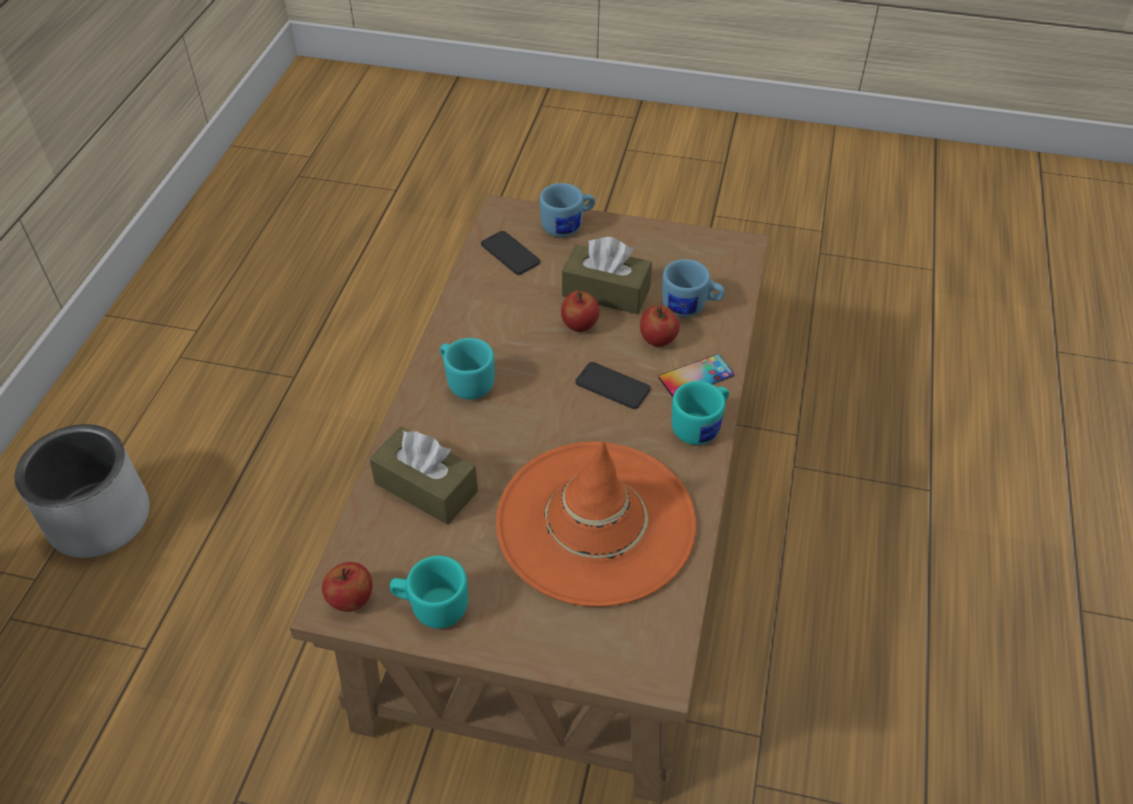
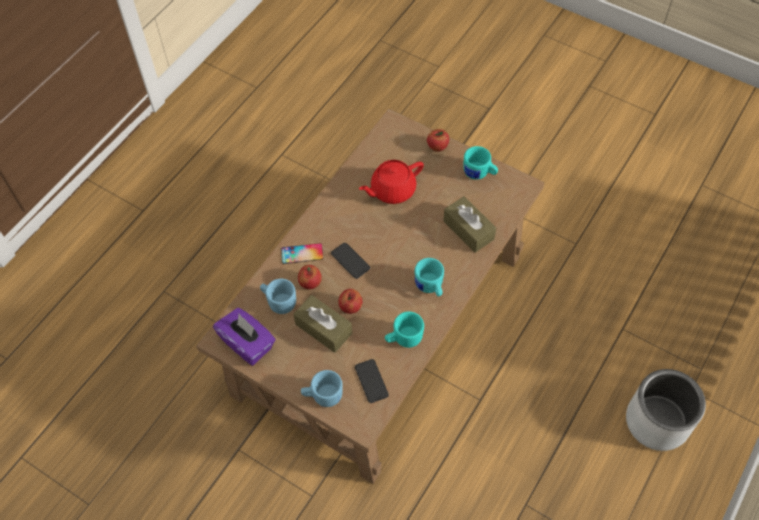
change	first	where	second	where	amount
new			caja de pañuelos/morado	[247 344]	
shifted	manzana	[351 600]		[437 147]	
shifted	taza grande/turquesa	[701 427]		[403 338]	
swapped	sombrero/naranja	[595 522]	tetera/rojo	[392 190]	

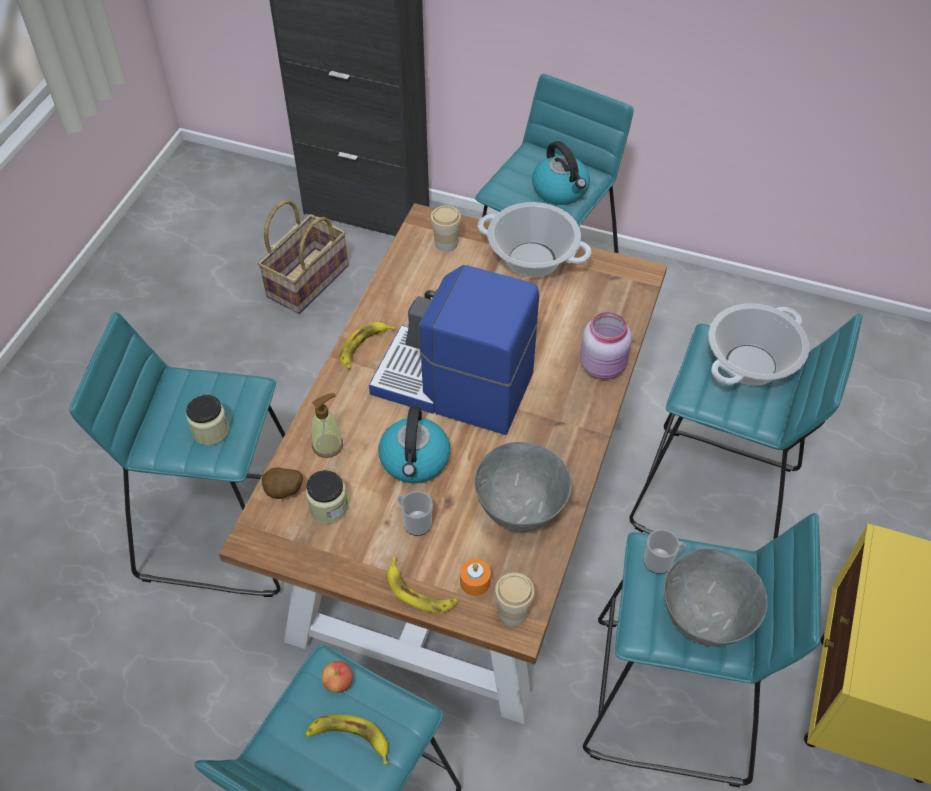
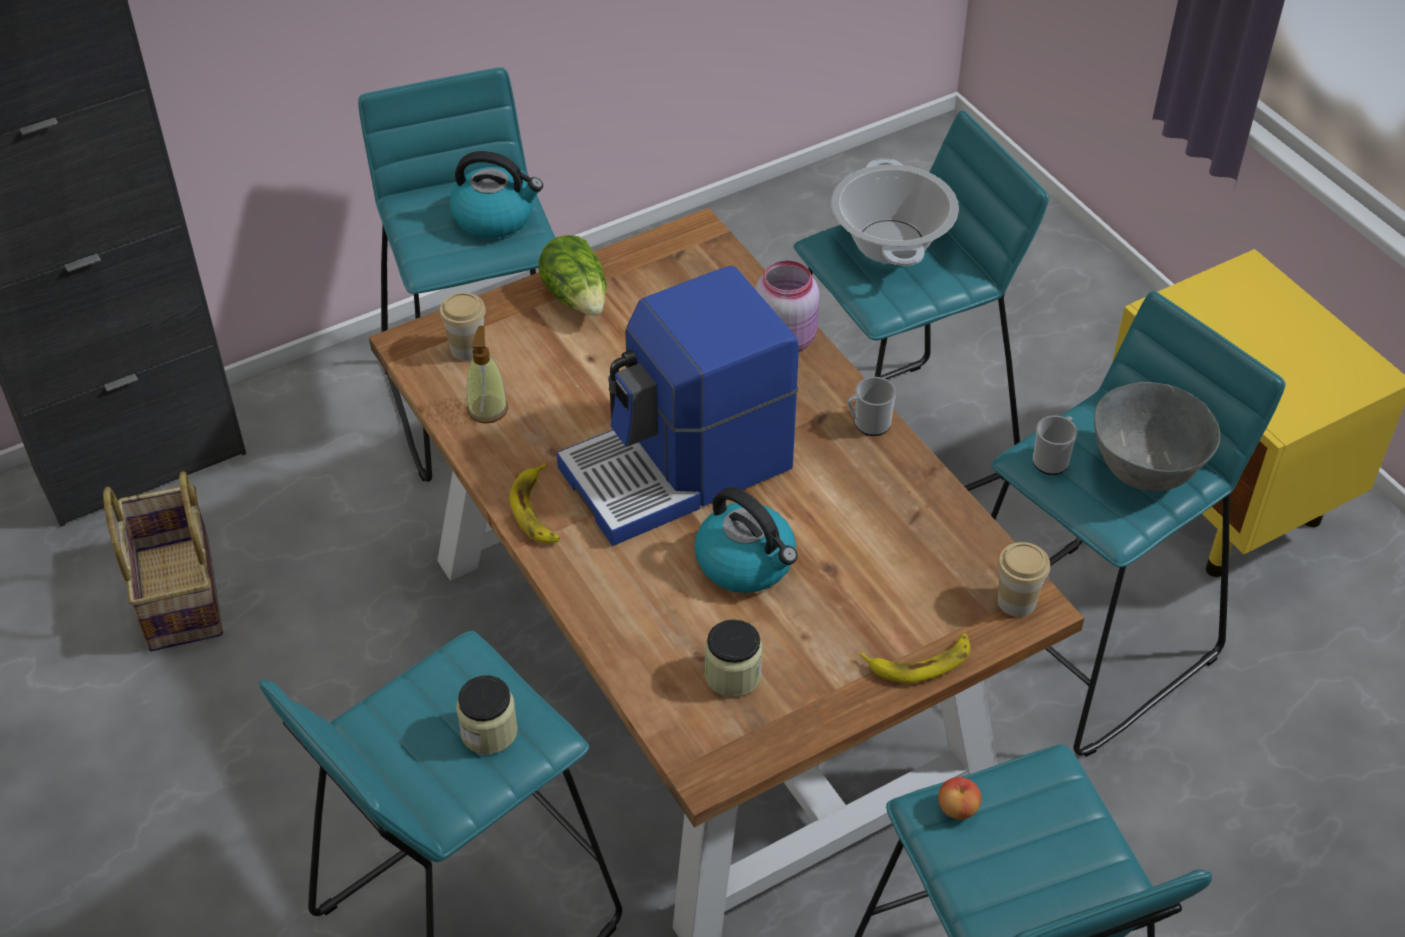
change	first	where	second	where	amount
gone	patata	[284 492]			
gone	plátano	[349 739]			
gone	vela/naranja	[475 582]			
gone	cuenco/gris	[521 510]			
shifted	dispensador de jabón	[328 445]		[487 409]	
shifted	taza grande	[415 522]		[868 424]	
swapped	olla	[532 259]	lechuga	[577 297]	

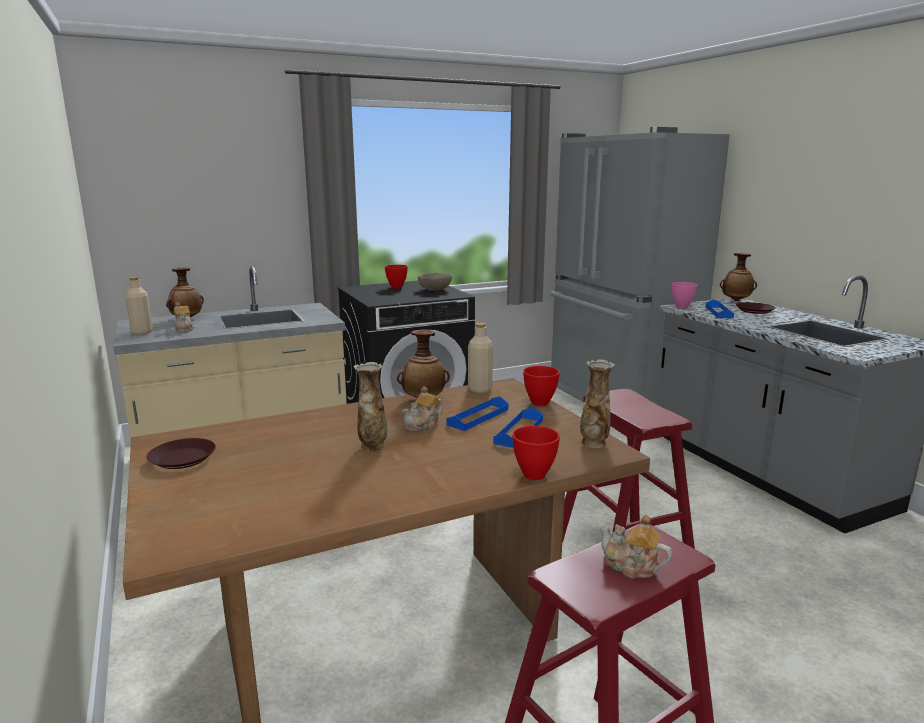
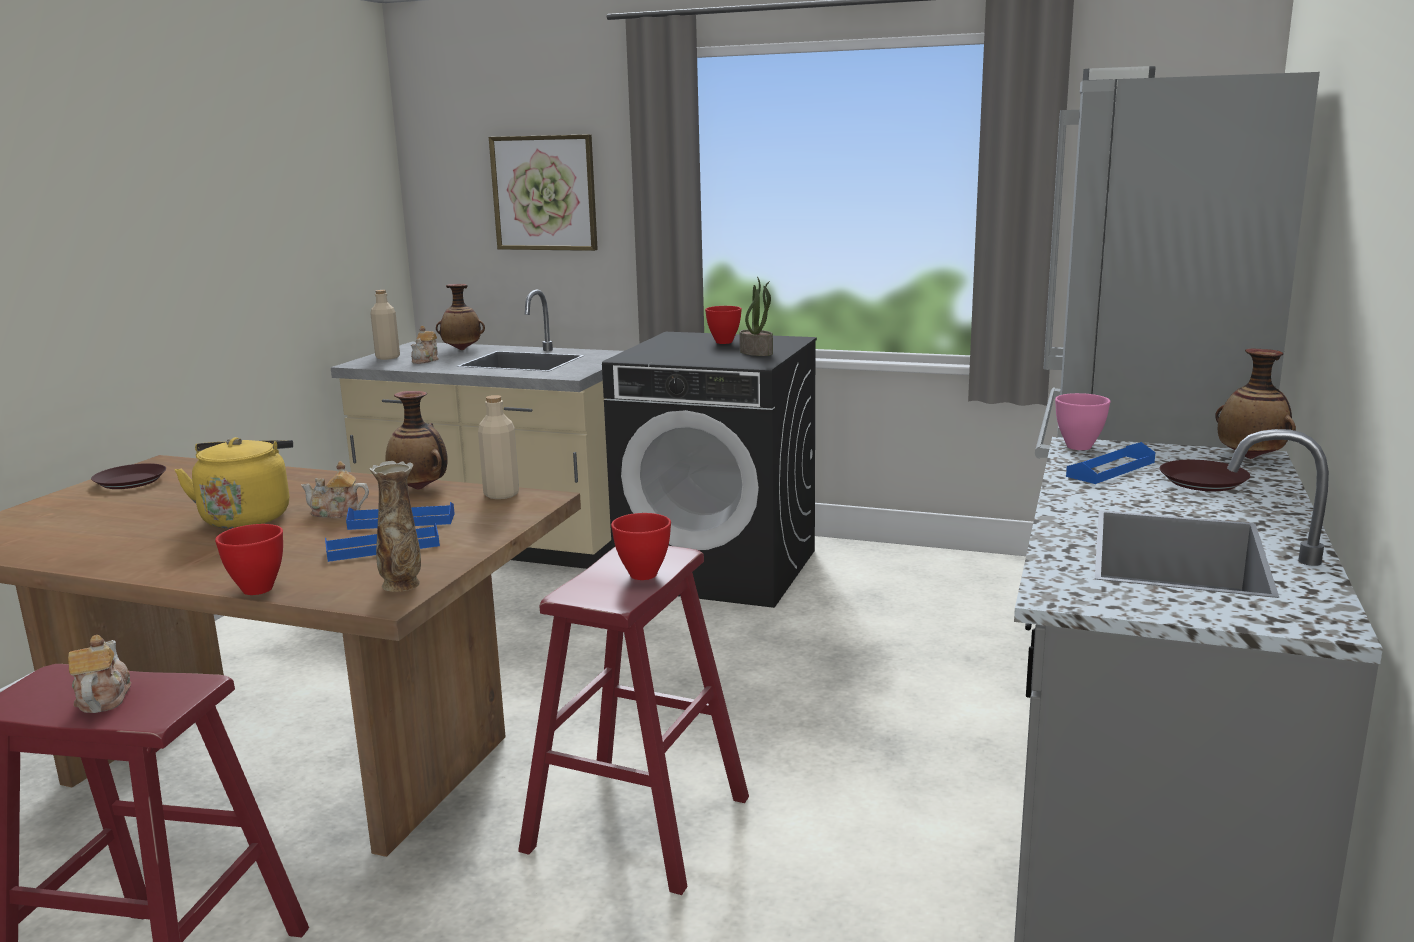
change	first	where	second	where	amount
new			cuadro	[544 193]	
shifted	cuenco/rojo	[540 403]		[642 575]	
swapped	florero	[372 446]	hervidor/amarillo	[247 517]	
swapped	cuenco/beis	[435 290]	planta en maceta	[757 352]	

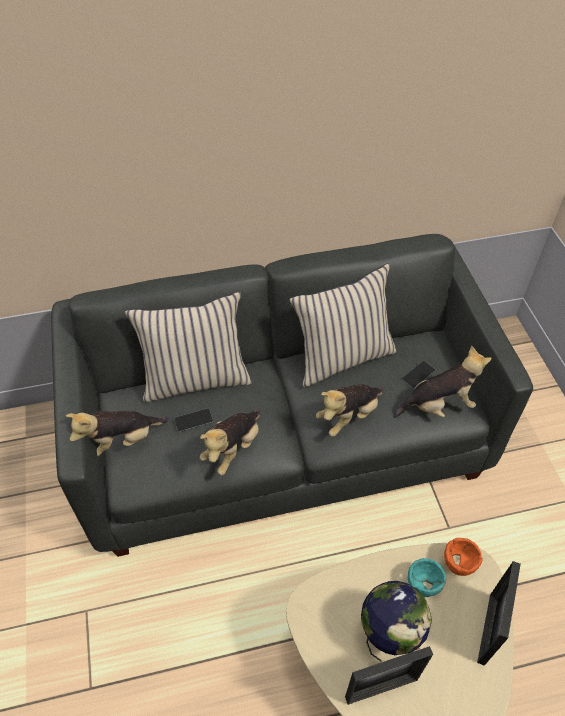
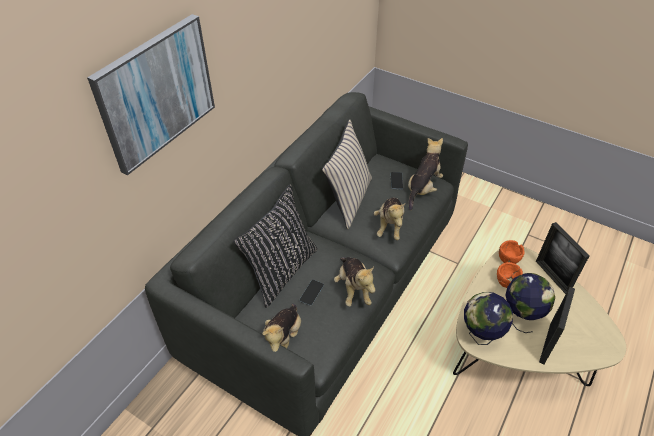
change	first	where	second	where	amount
new			cuadro	[156 93]	
new			globo terráqueo	[480 335]	
repainted	cojín/beis	[196 379]	cojín/negro	[281 271]	
repainted	cuenco/turquesa	[423 584]	cuenco/naranja	[506 281]	

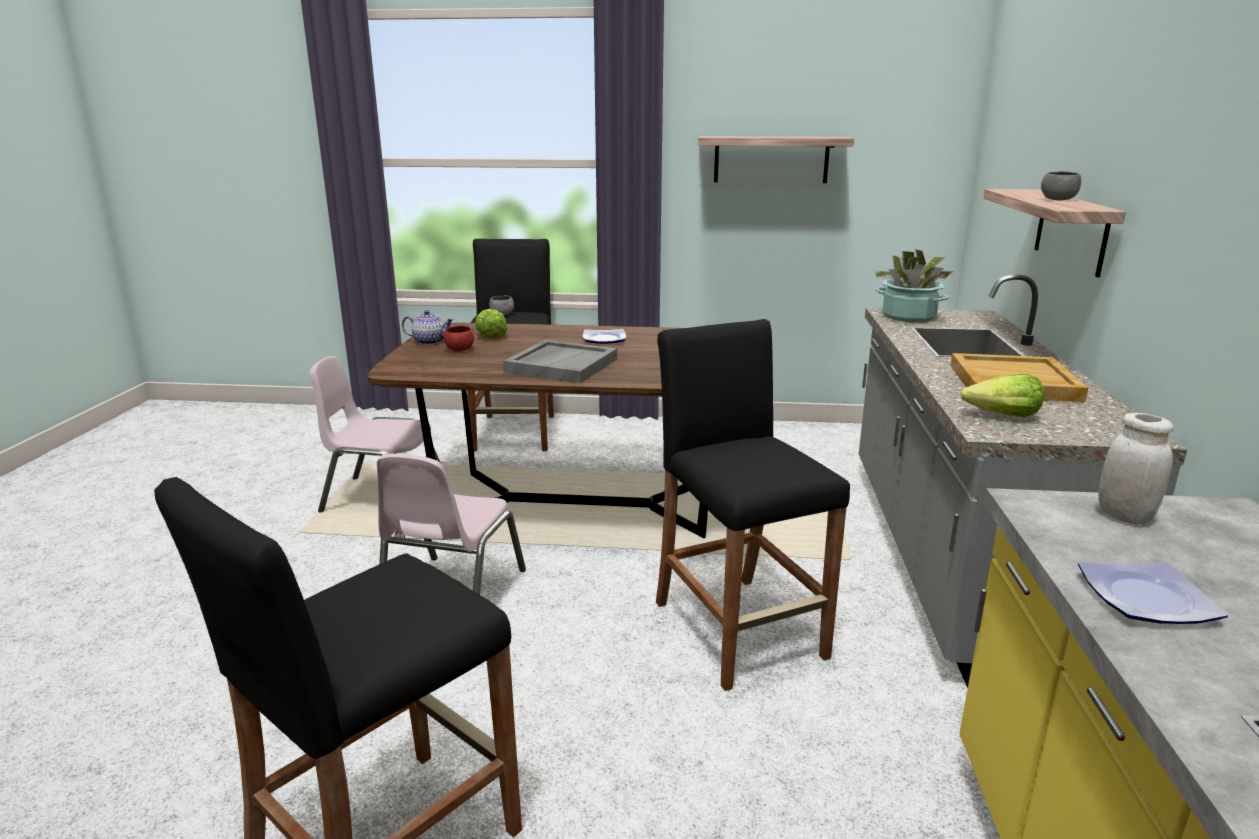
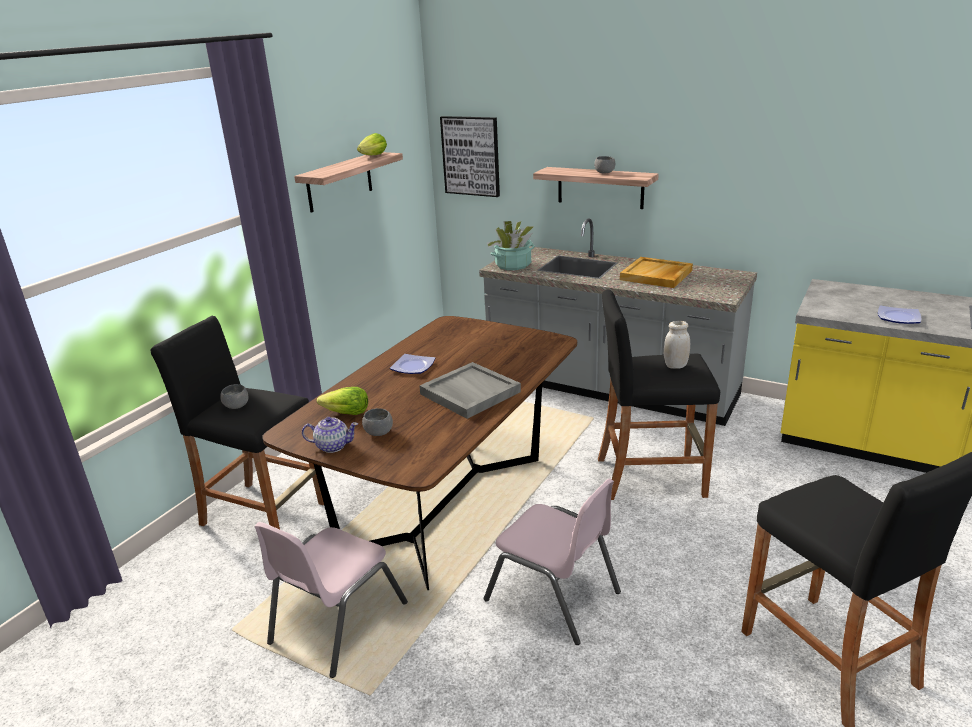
change	first	where	second	where	amount
new			cuadro	[471 156]	
shifted	lechuga	[1002 416]		[373 156]	
shifted	tarro/blanco	[1124 516]		[675 366]	
repainted	cuenco/rojo	[459 350]	cuenco/gris	[378 433]	
rotated	tetera	[429 341]		[332 446]	60 degrees clockwise

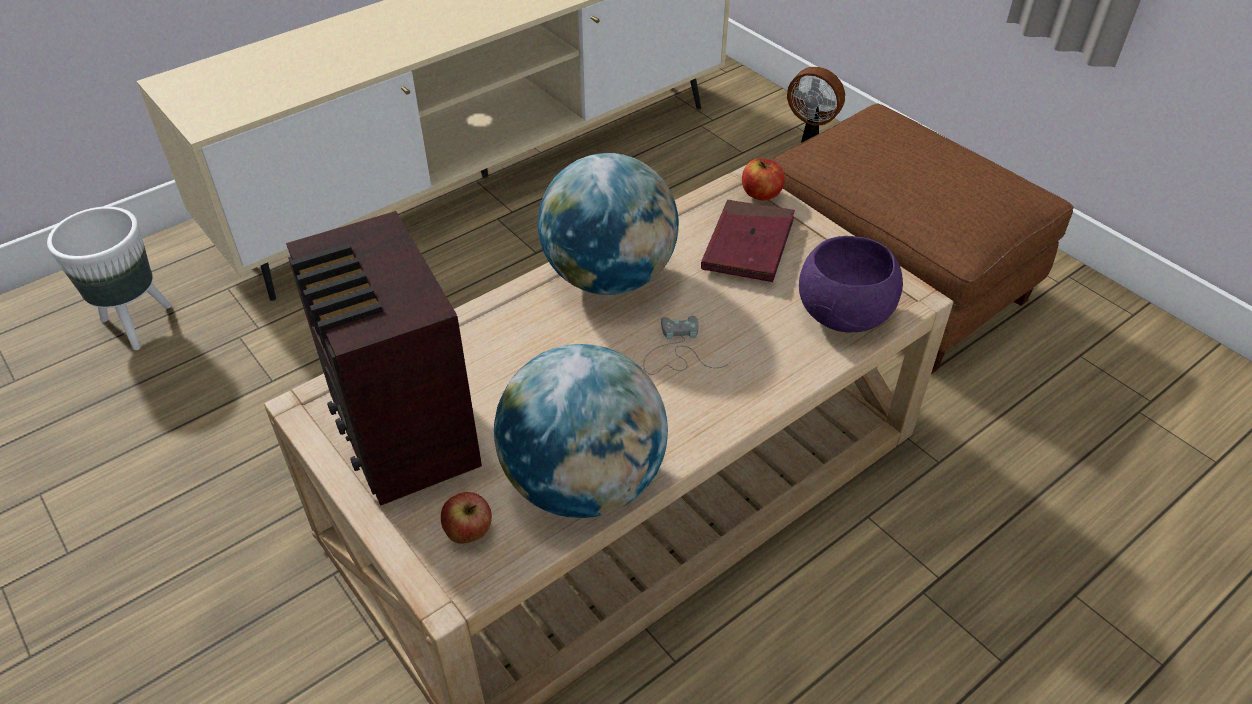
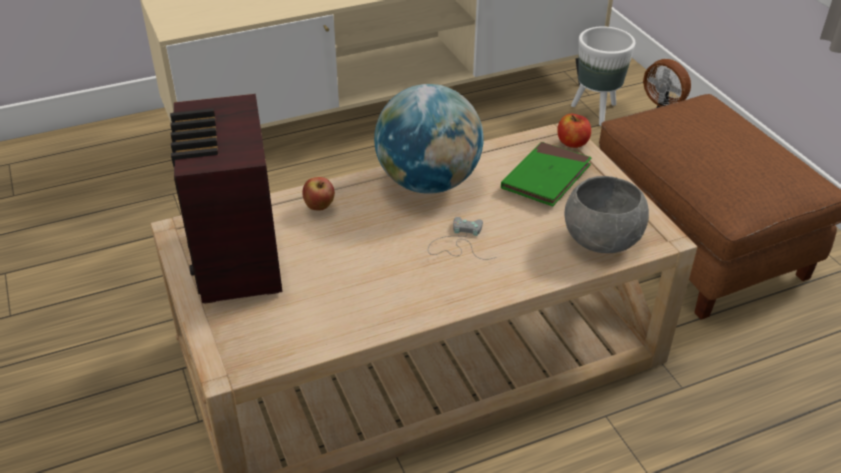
change	first	where	second	where	amount
gone	globo terráqueo	[583 483]			
shifted	maceta/blanco	[136 324]		[595 111]	
shifted	manzana	[469 534]		[319 207]	
repainted	libro/rojo	[748 245]	libro/verde	[546 177]	
repainted	cuenco/morado	[845 313]	cuenco/gris	[602 239]	

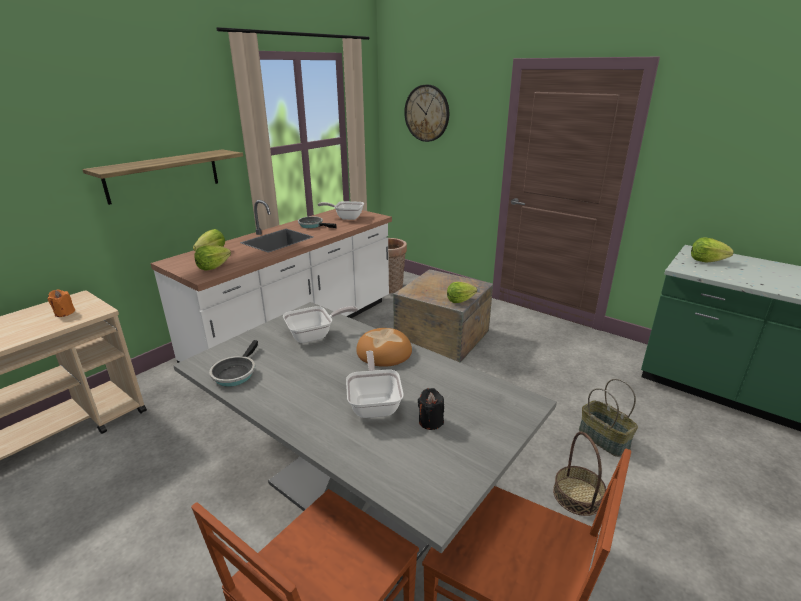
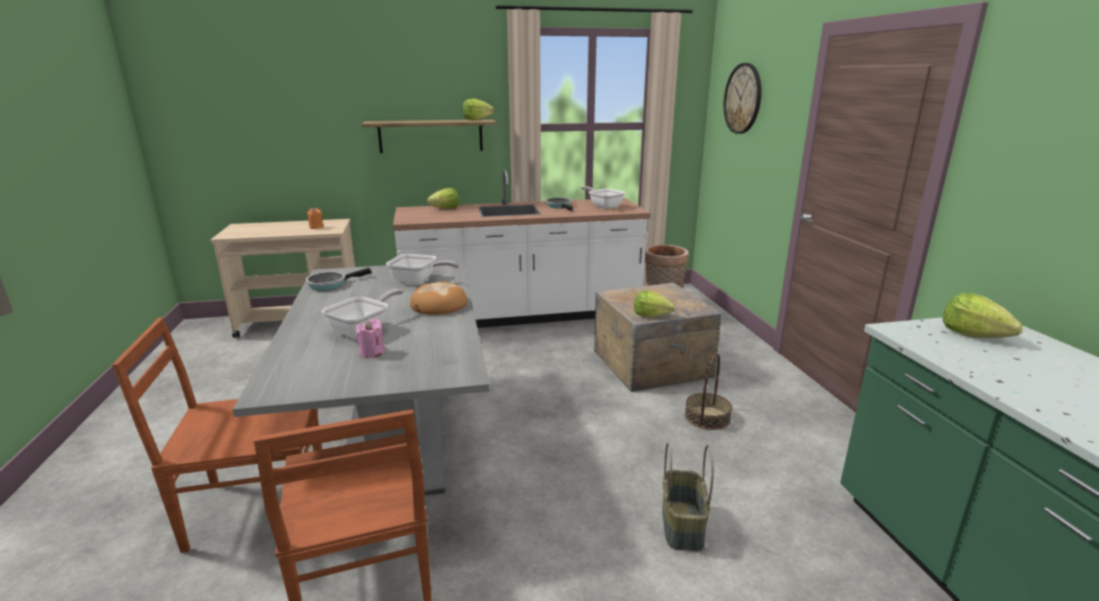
change	first	where	second	where	amount
shifted	lechuga	[213 267]		[476 119]	
shifted	cesta	[578 496]		[707 417]	
repainted	vela/negro	[430 421]	vela/rosa	[372 353]	

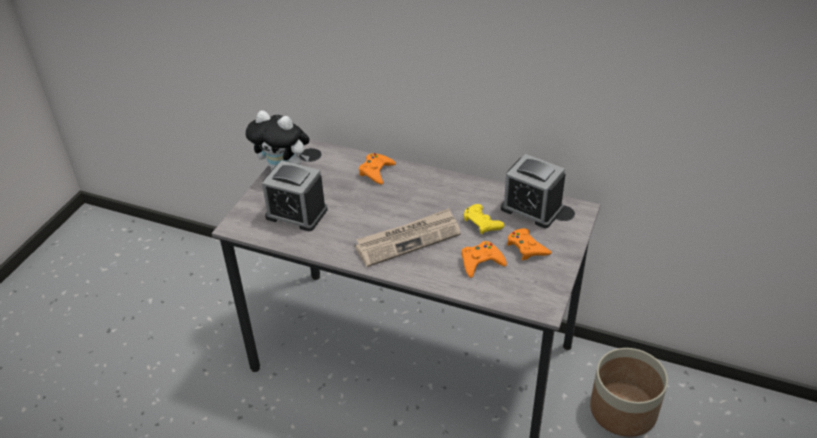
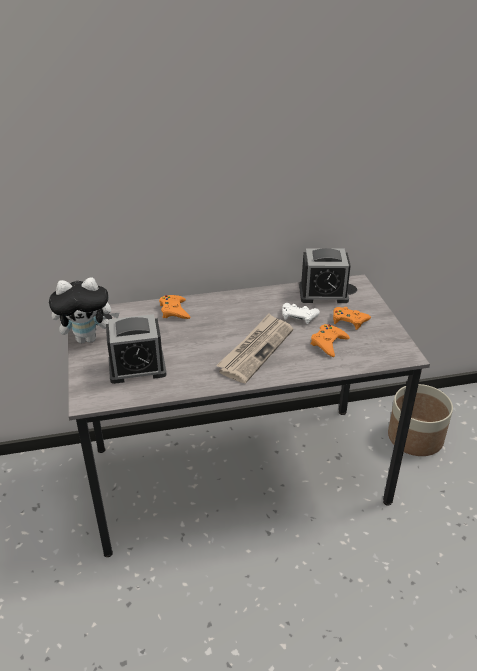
change	first	where	second	where	amount
repainted	mando de consola/amarillo	[482 223]	mando de consola/blanco	[299 316]	

